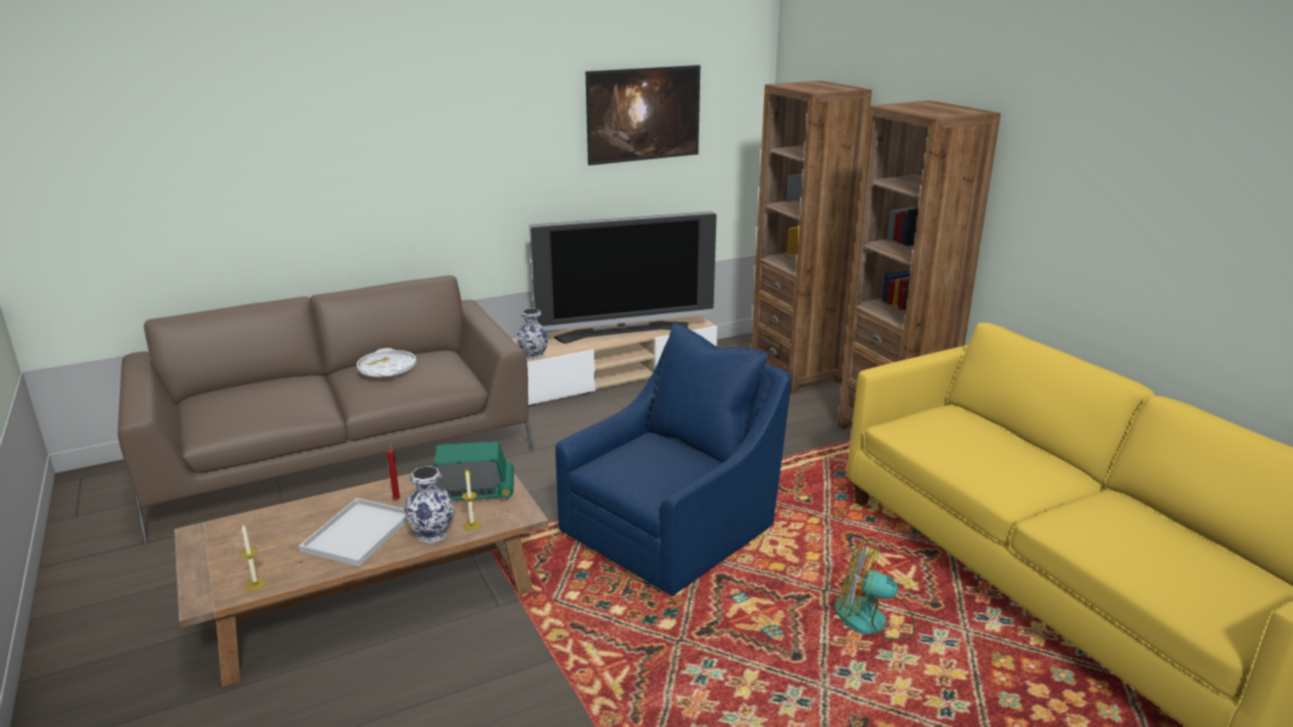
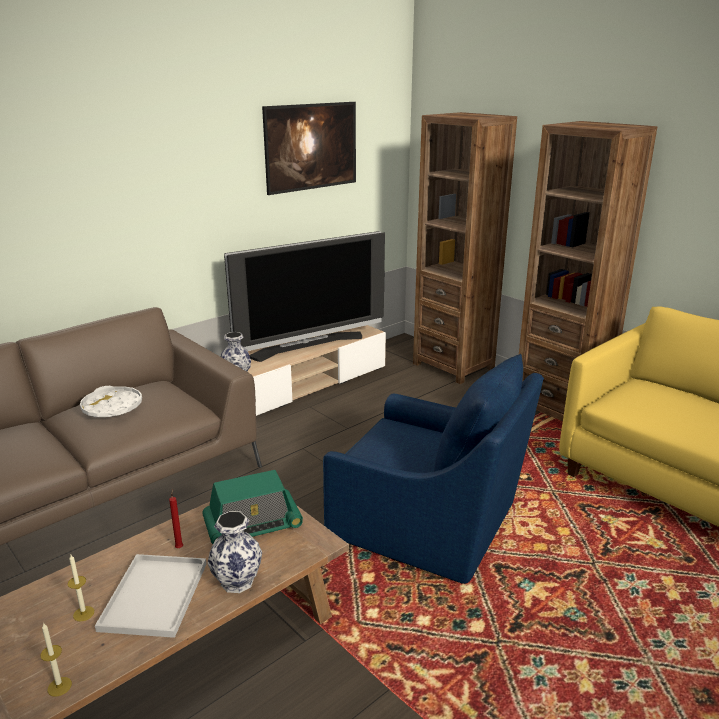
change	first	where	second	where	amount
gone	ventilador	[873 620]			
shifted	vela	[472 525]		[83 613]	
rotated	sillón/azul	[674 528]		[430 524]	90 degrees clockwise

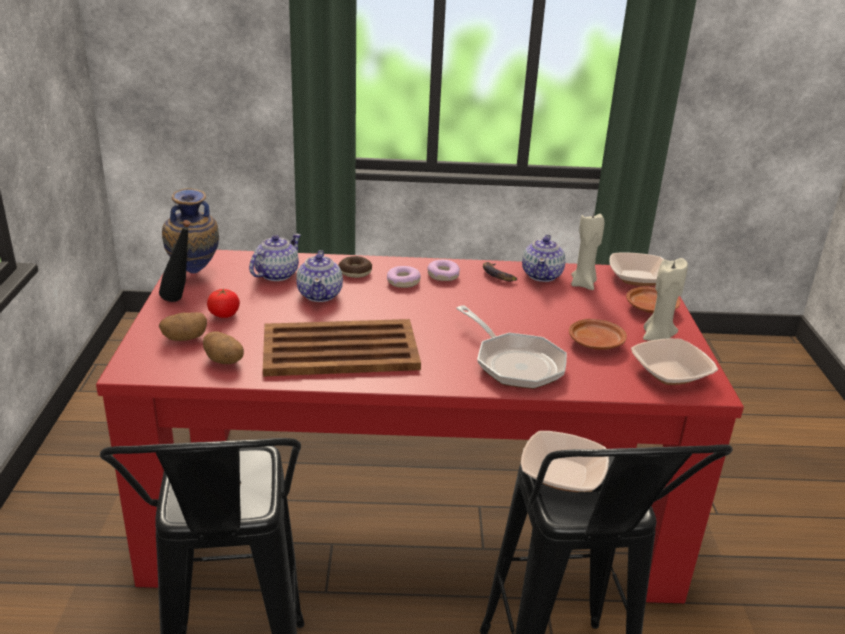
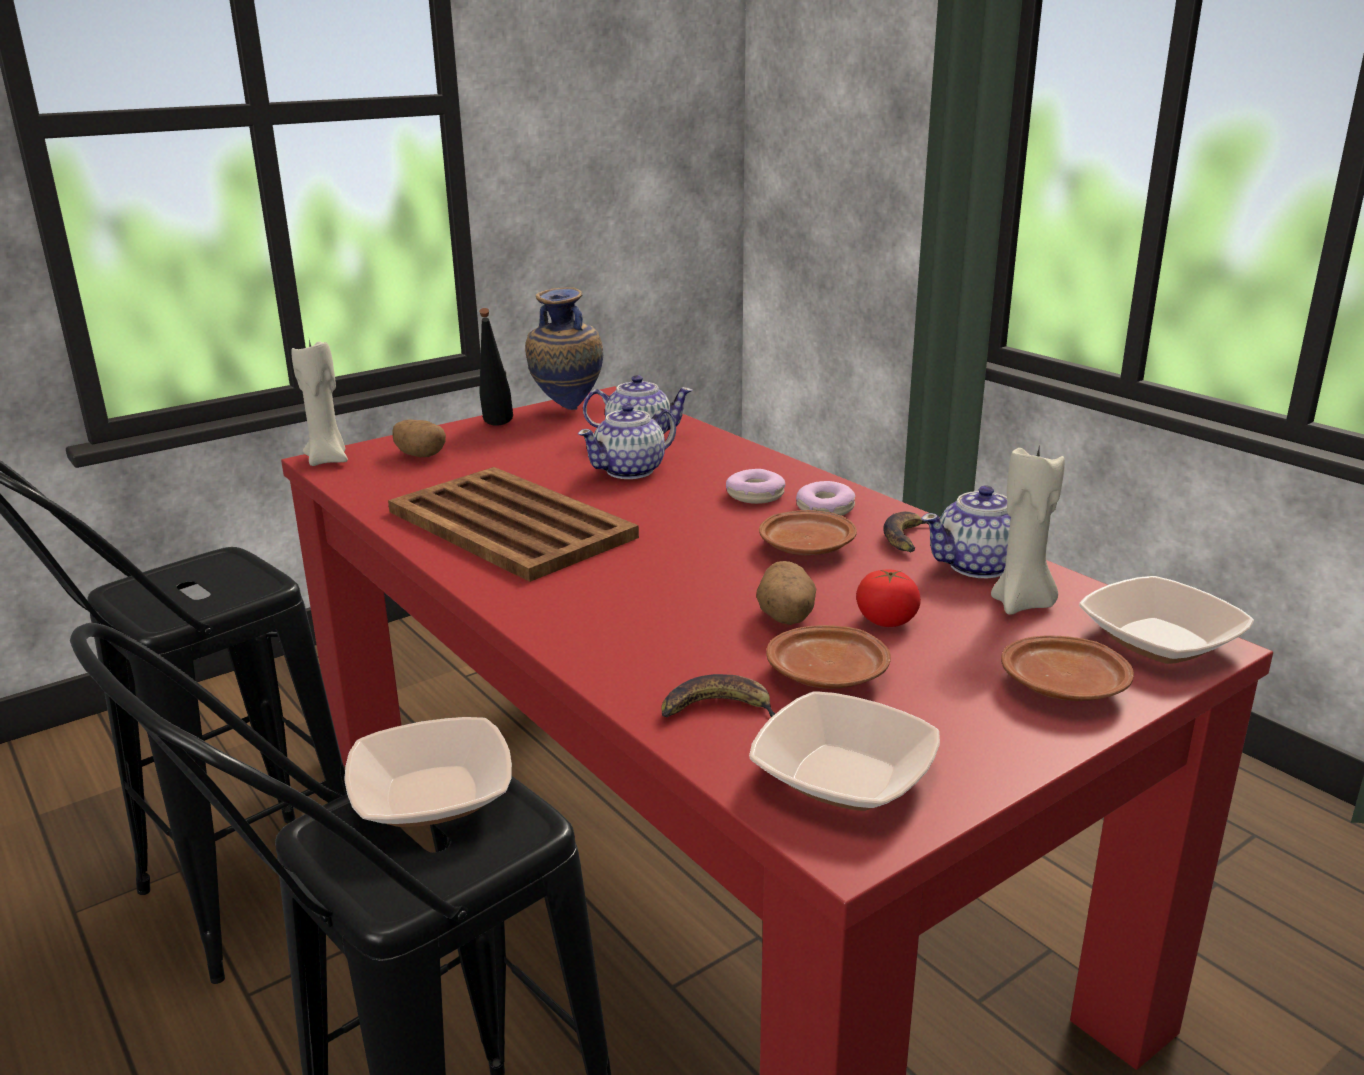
change	first	where	second	where	amount
gone	rosquilla	[355 272]			
gone	sartén	[514 363]			
new			plátano	[716 709]	
new			plato/marrón	[807 548]	
shifted	patata	[225 361]		[786 618]	
shifted	tomate	[224 315]		[886 621]	
shifted	vela/beis	[657 337]		[328 460]	

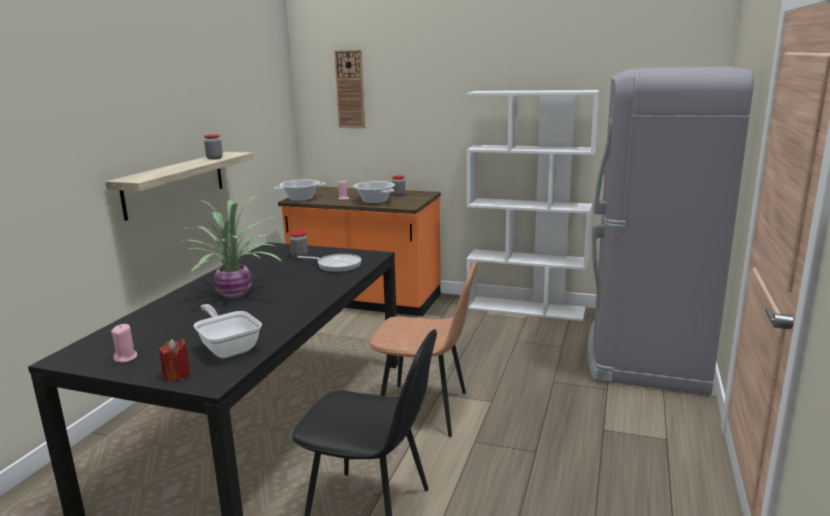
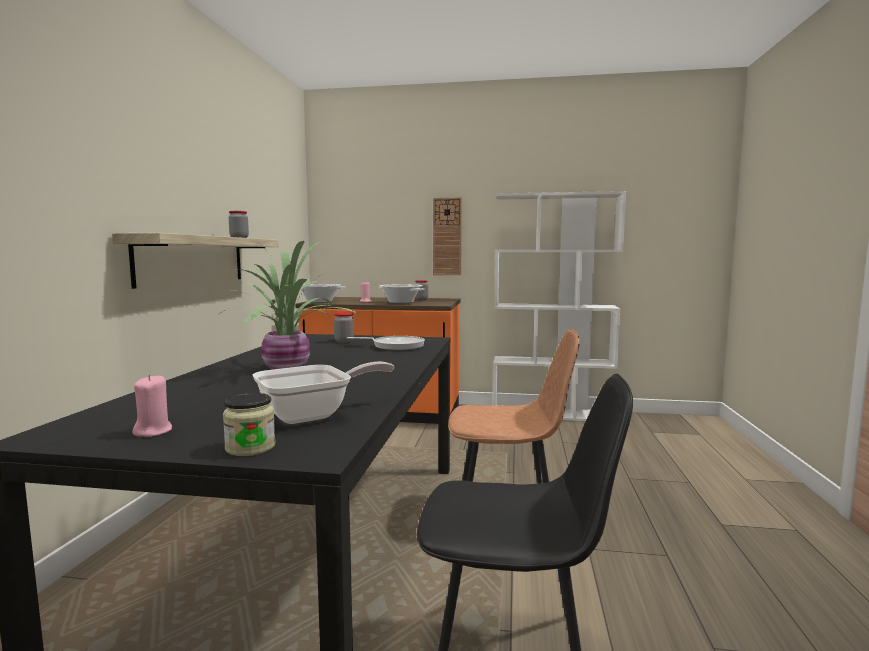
change	first	where	second	where	amount
gone	nevera/gris	[645 353]			
shifted	reloj de pared	[350 89]		[447 236]	
swapped	vela/rojo	[177 375]	tarro	[250 447]	
rotated	sartén	[228 347]		[314 415]	105 degrees clockwise

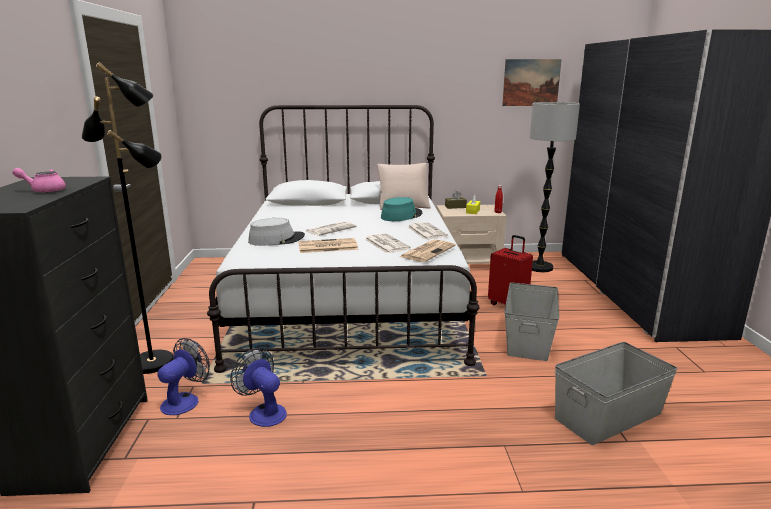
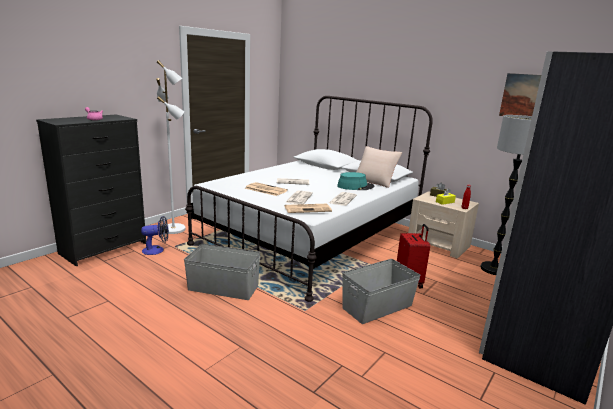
change	first	where	second	where	amount
gone	ventilador	[263 412]			
gone	sombrero/gris	[276 239]			
shifted	caja de almacenaje/gris	[607 415]		[223 287]	
repainted	lámpara de pie/negro	[153 362]	lámpara de pie/blanco	[174 229]	

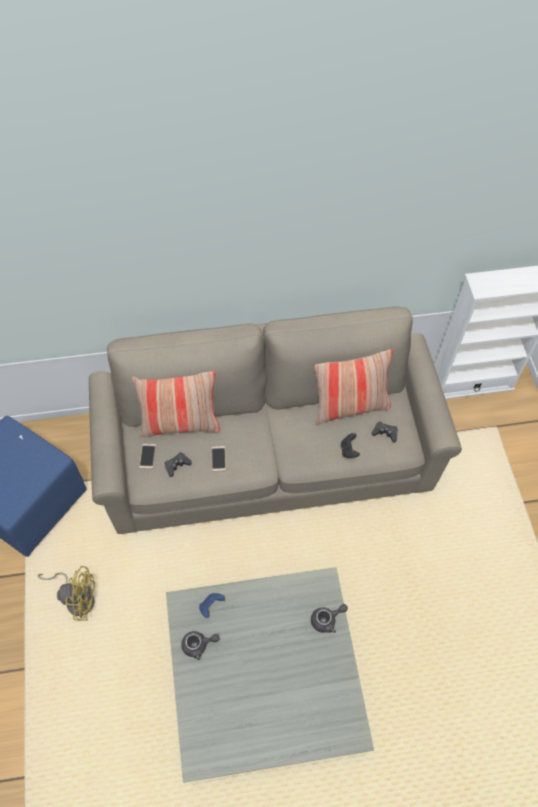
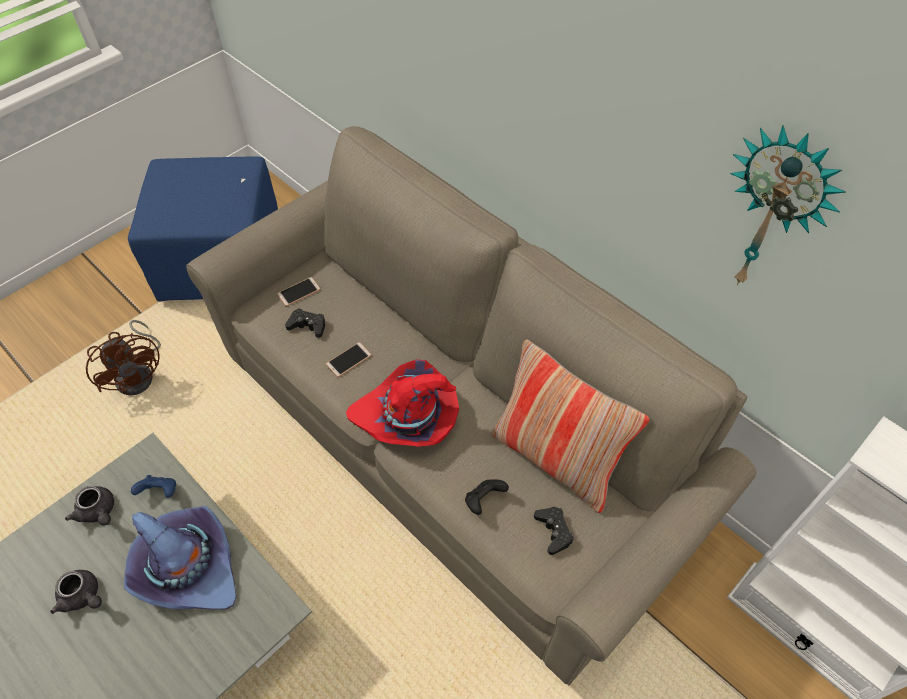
change	first	where	second	where	amount
gone	cojín	[180 424]			
new			sombrero/morado	[187 566]	
new			sombrero/rojo	[408 417]	
new			reloj de pared	[773 212]	
shifted	tetera/gris	[327 620]		[83 597]	
repainted	ventilador/amarillo	[77 597]	ventilador/marrón	[139 374]	

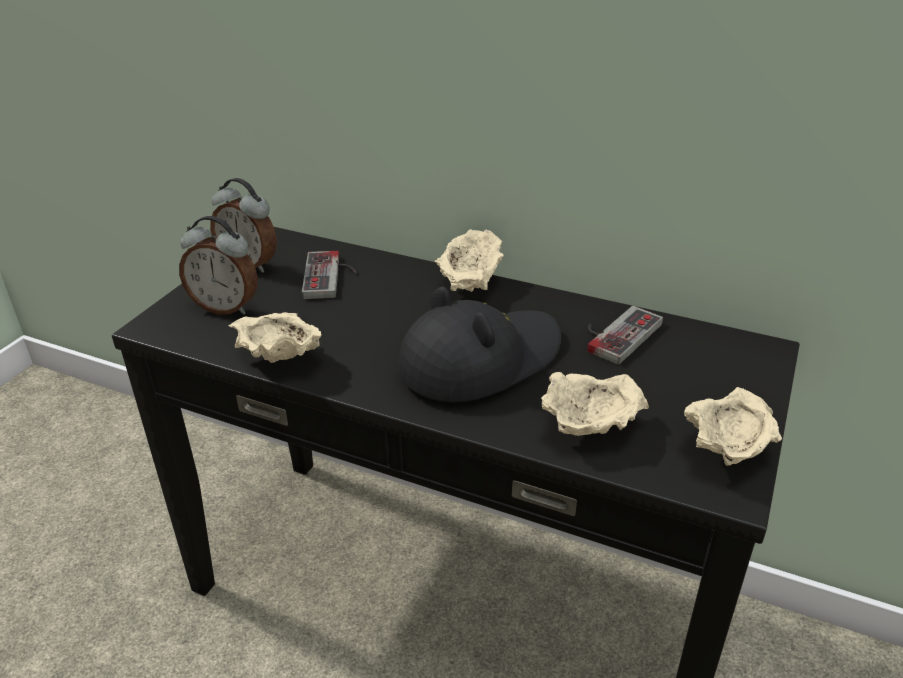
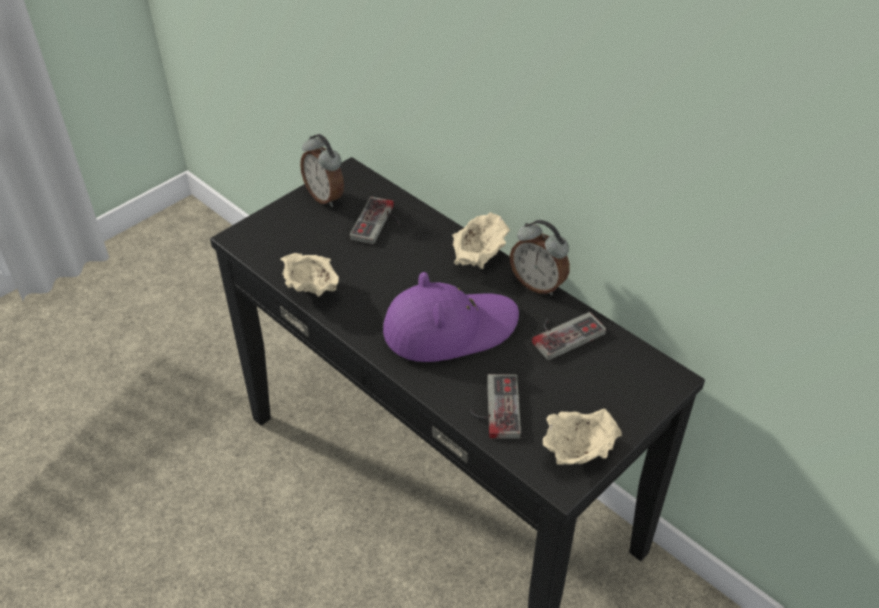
change	first	where	second	where	amount
shifted	despertador	[226 307]		[538 284]	
swapped	cuenco/beis	[590 430]	mando de consola	[494 407]	
repainted	sombrero/negro	[480 360]	sombrero/morado	[449 328]	

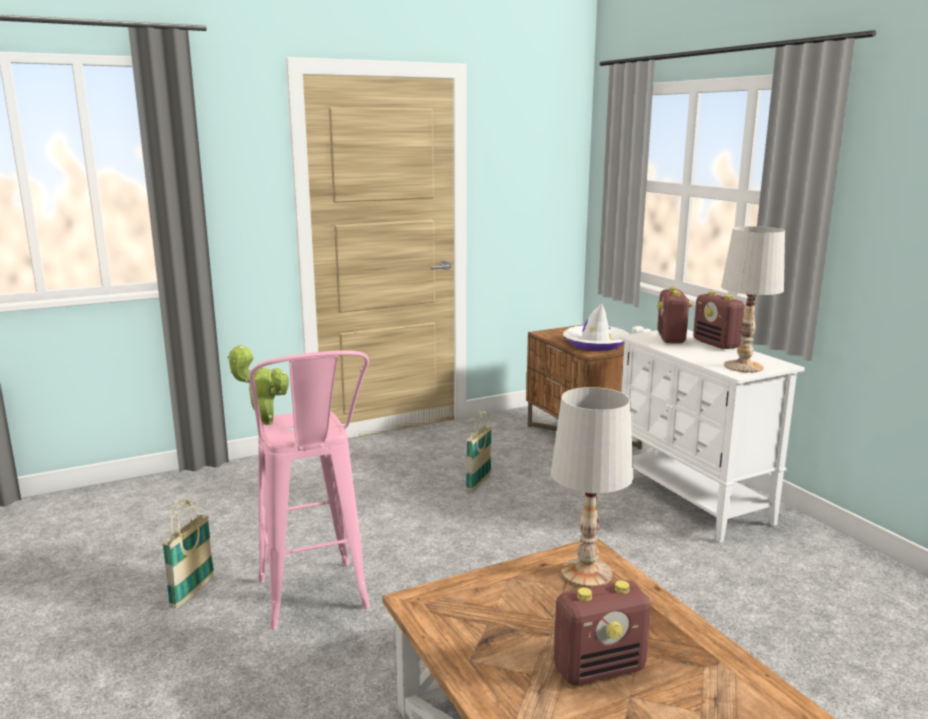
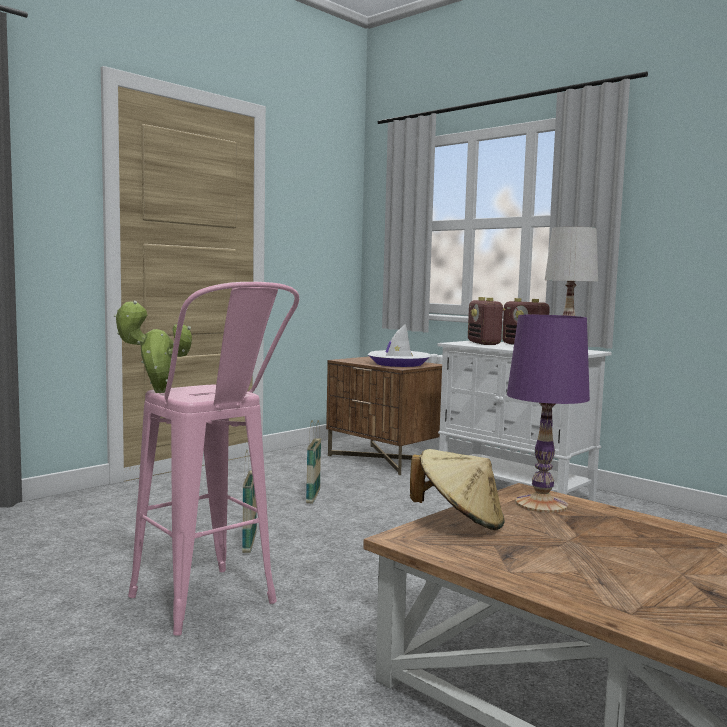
change	first	where	second	where	amount
gone	radio	[600 669]			
new			sombrero/beis	[459 521]	
shifted	cesta	[193 592]		[249 543]	
repainted	lámpara de mesa/blanco	[587 573]	lámpara de mesa/morado	[542 504]	

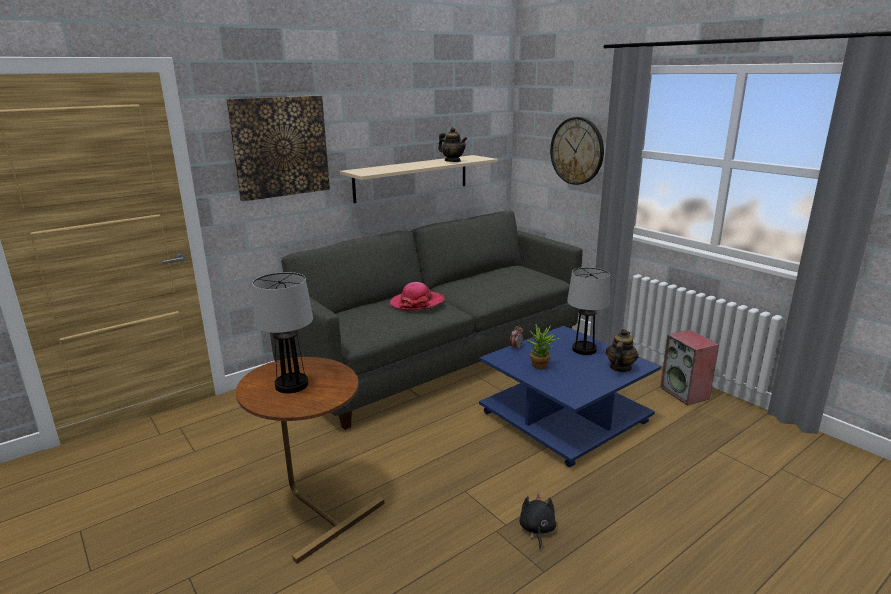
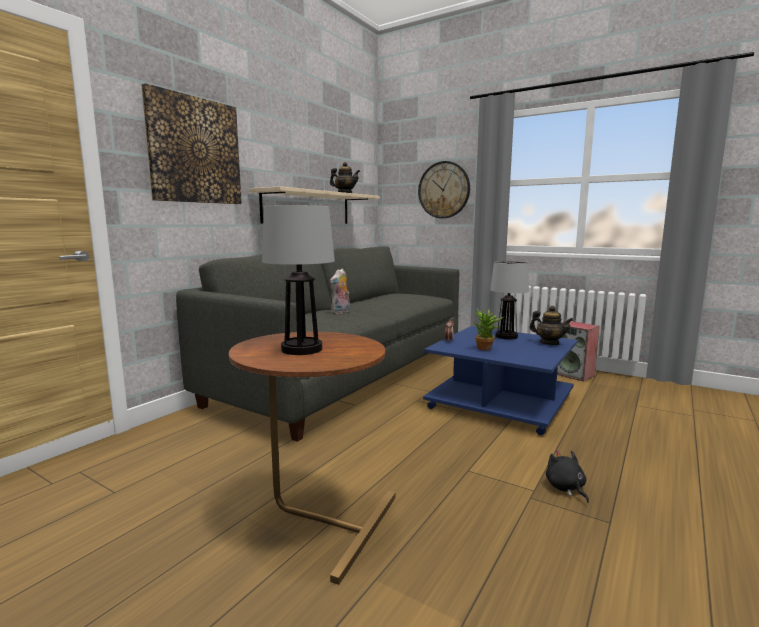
change	first	where	second	where	amount
swapped	sombrero	[417 303]	peluche	[340 312]	
rotated	tetera	[620 368]		[549 343]	120 degrees clockwise

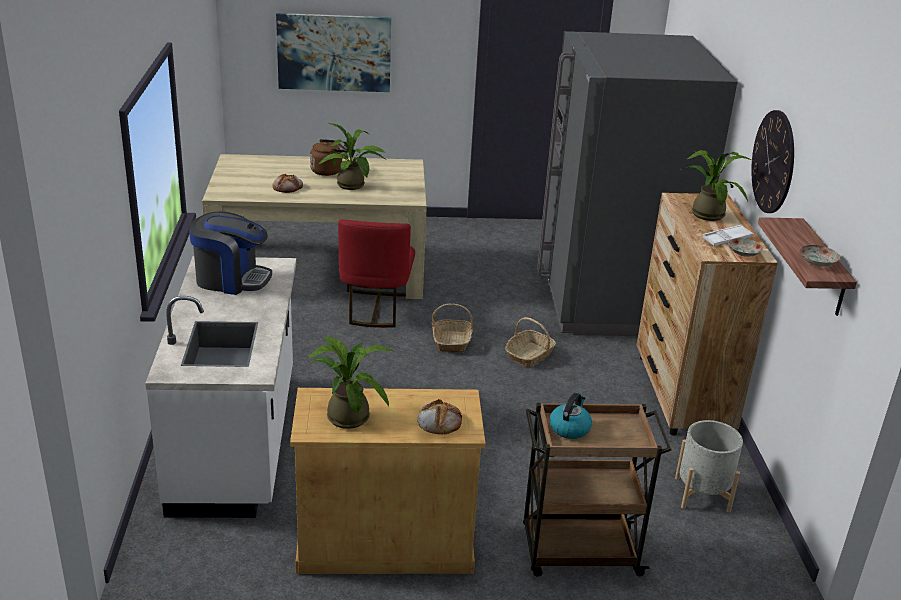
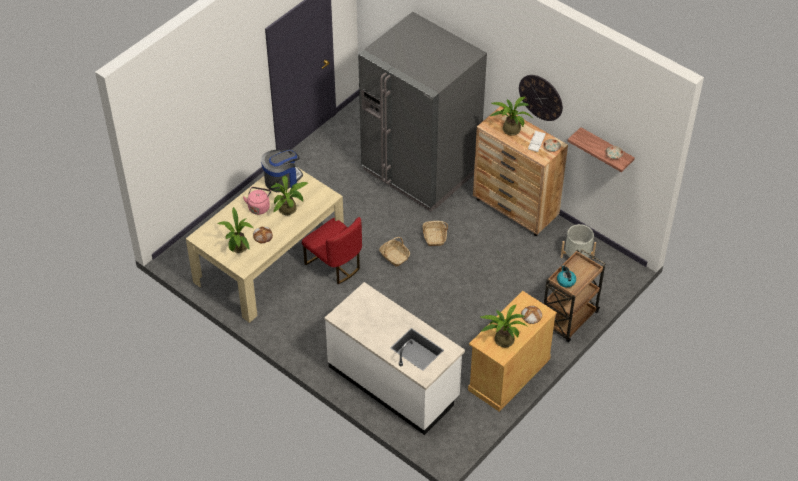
change	first	where	second	where	amount
gone	cuadro	[334 52]			
new			planta en maceta	[238 248]	
shifted	cafetera	[231 279]		[282 179]	
repainted	hervidor/marrón	[328 171]	hervidor/rosa	[259 207]	

